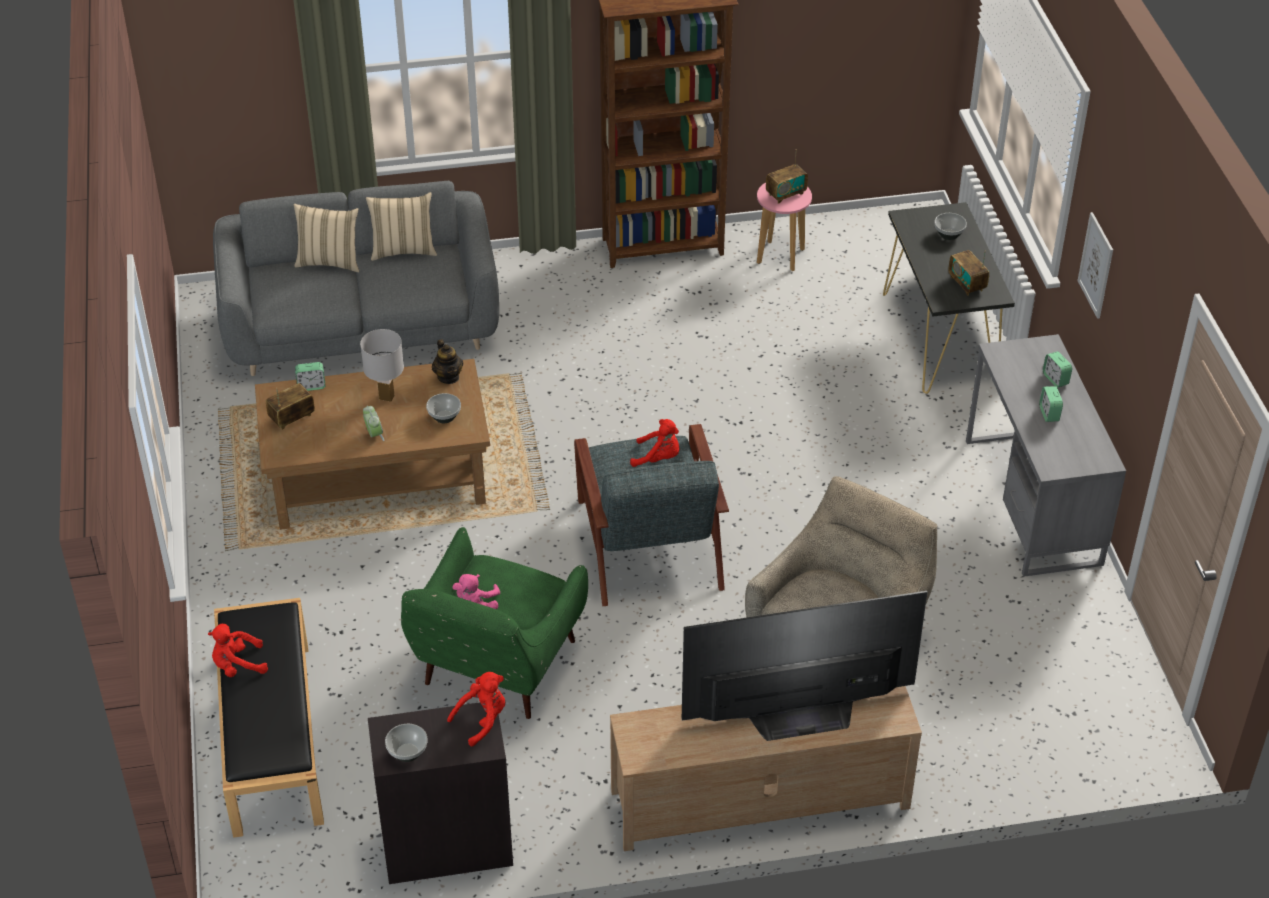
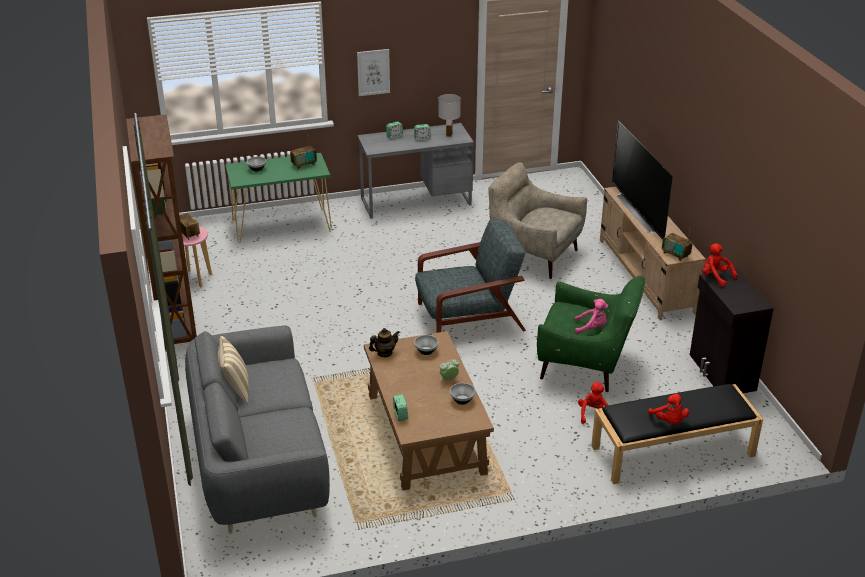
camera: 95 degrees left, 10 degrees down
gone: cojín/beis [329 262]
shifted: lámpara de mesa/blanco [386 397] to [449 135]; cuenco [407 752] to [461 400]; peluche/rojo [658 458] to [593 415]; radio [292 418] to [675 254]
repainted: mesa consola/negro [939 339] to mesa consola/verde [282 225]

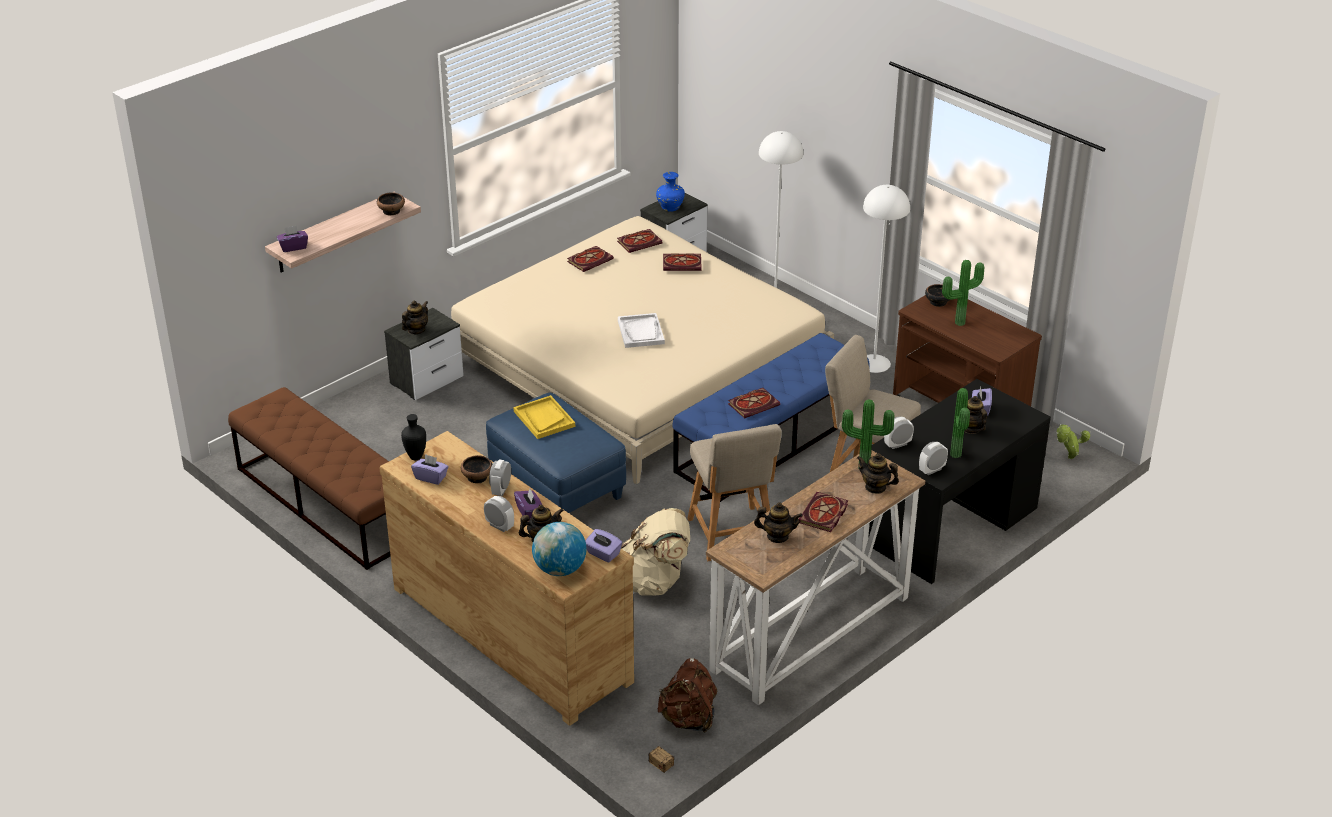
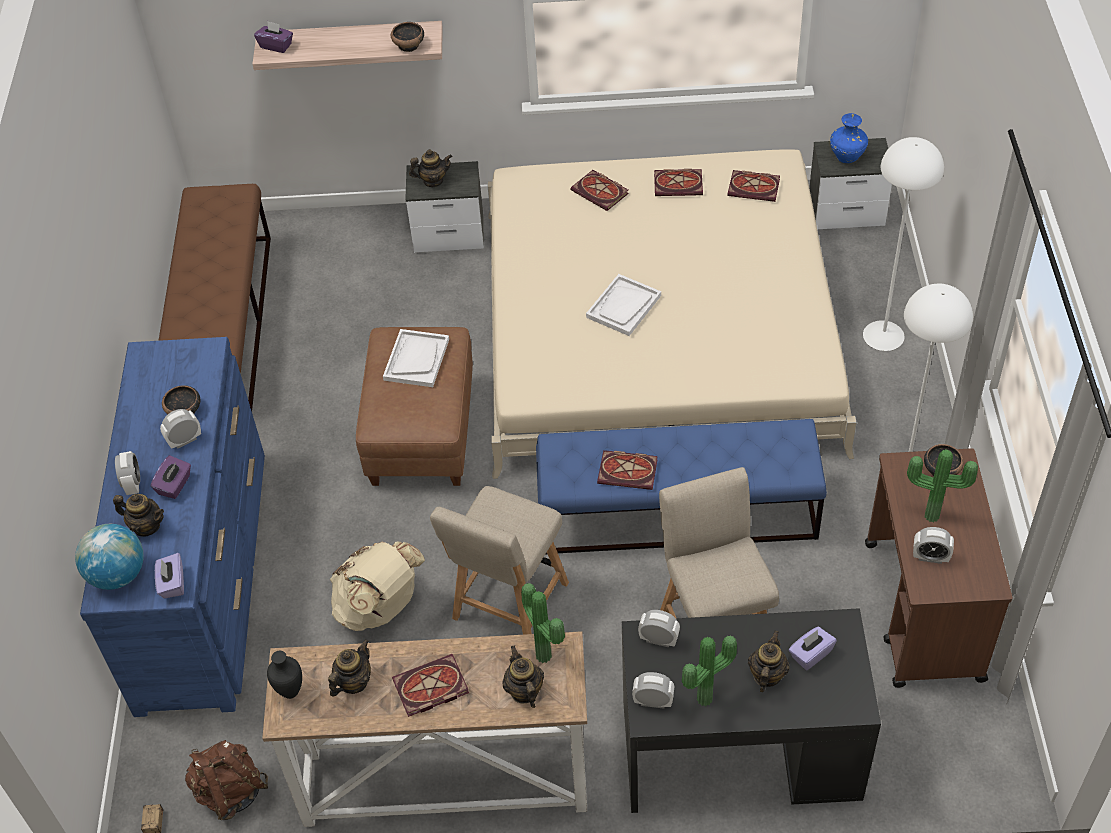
camera: 45 degrees right, 15 degrees up
gone: caja de pañuelos/morado [431 477]; planta en maceta [1068 458]
new: despertador [930 557]
shifted: florero/negro [415 457] to [289 692]; libro [683 264] to [601 192]
repainted: cómoda/marrón [511 633] to cómoda/azul [203 575]; puf/azul [556 486] to puf/marrón [421 432]; bandeja/amarillo [544 419] to bandeja/blanco [416 359]
rotated: tetera [777 536] = [353 682] 105 degrees counterclockwise

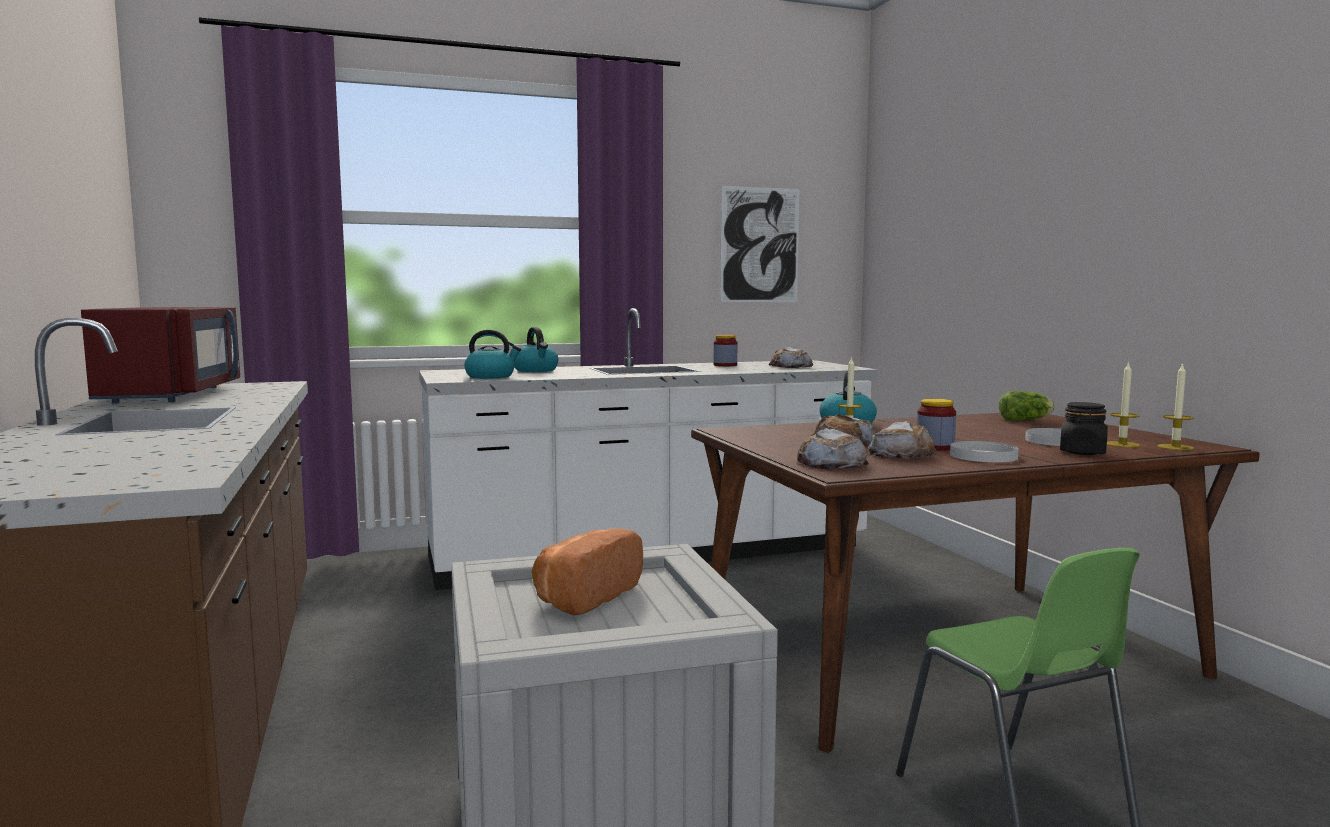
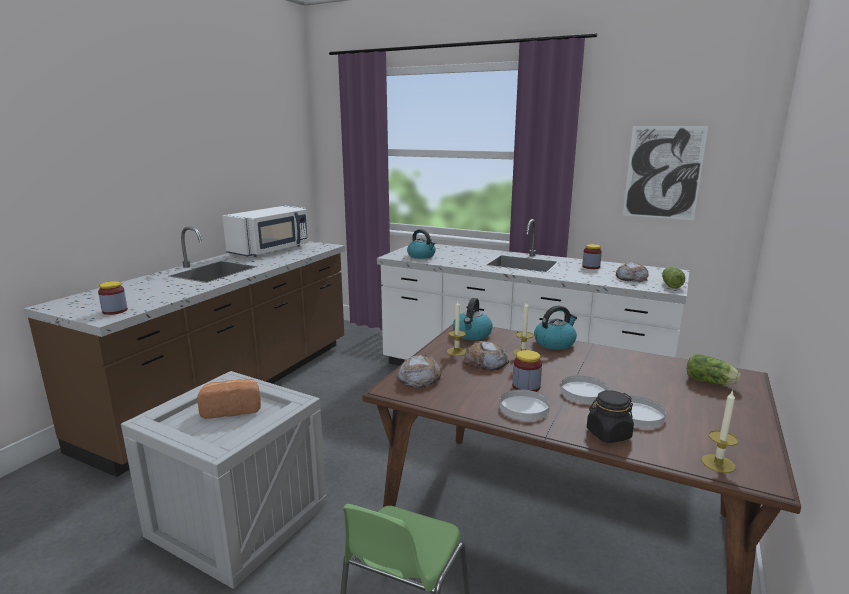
camera: 45 degrees right, 10 degrees up
gone: pan [901 454]
new: tarro [115 311]; plato/blanco [584 392]; lechuga [670 284]
shifted: vela [1122 444] to [456 351]; hervidor [536 370] to [472 335]
repainted: microondas/rojo [175 395] to microondas/blanco [271 250]

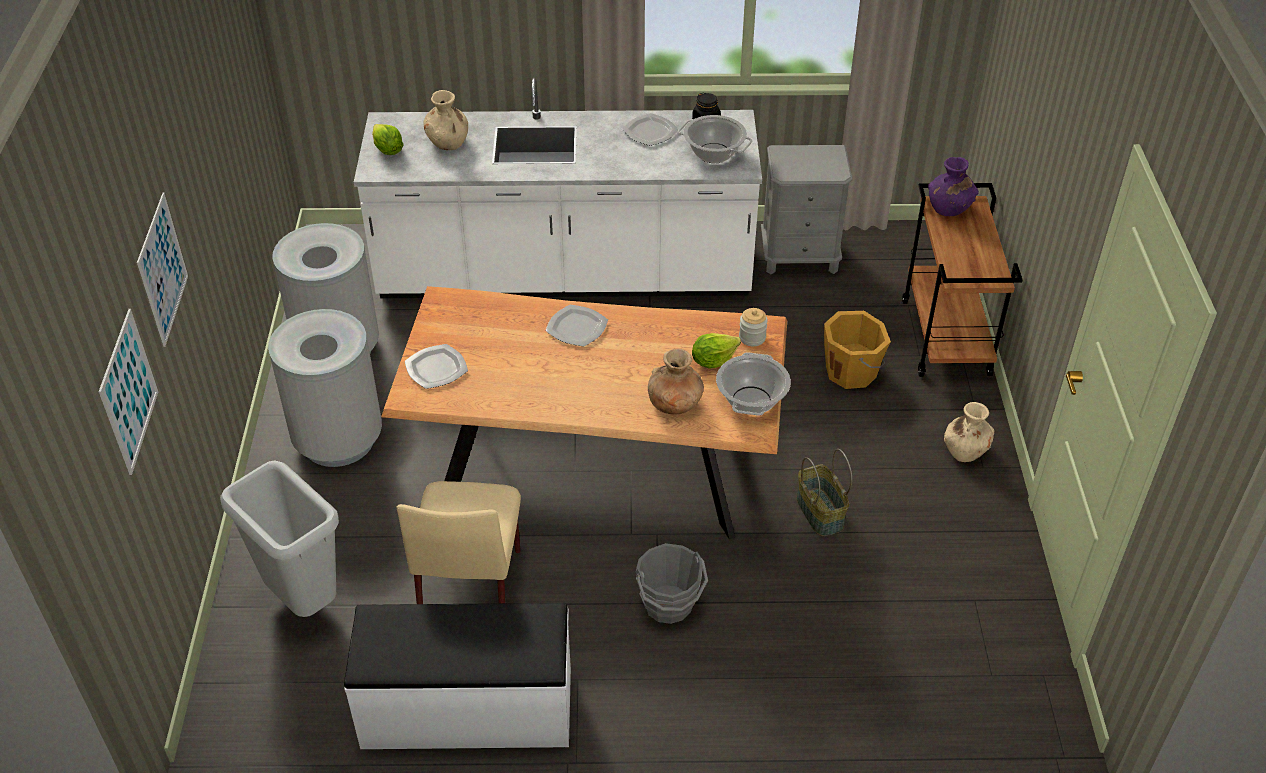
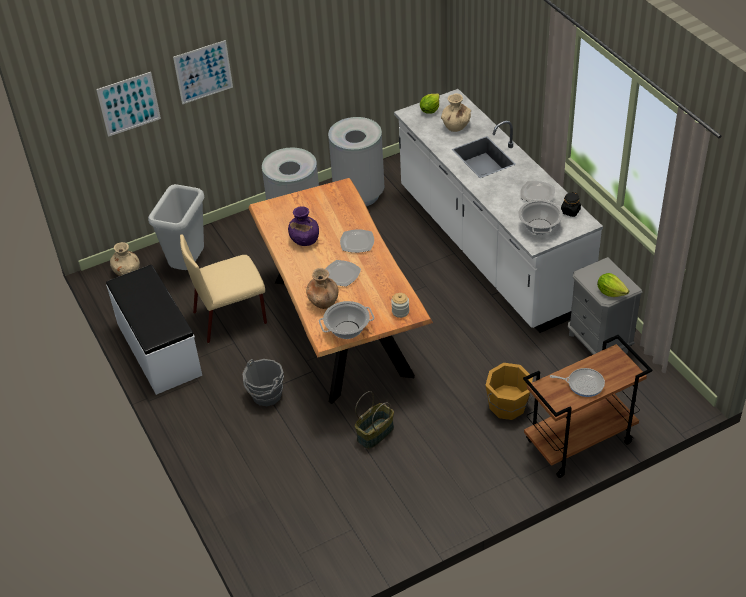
camera: 65 degrees right, 0 degrees up
new: sartén [583 384]
shifted: florero/beis [965 450] to [127 271]; florero/morado [948 209] to [304 240]; plato [436 369] to [341 274]; lechuga [713 360] to [610 292]

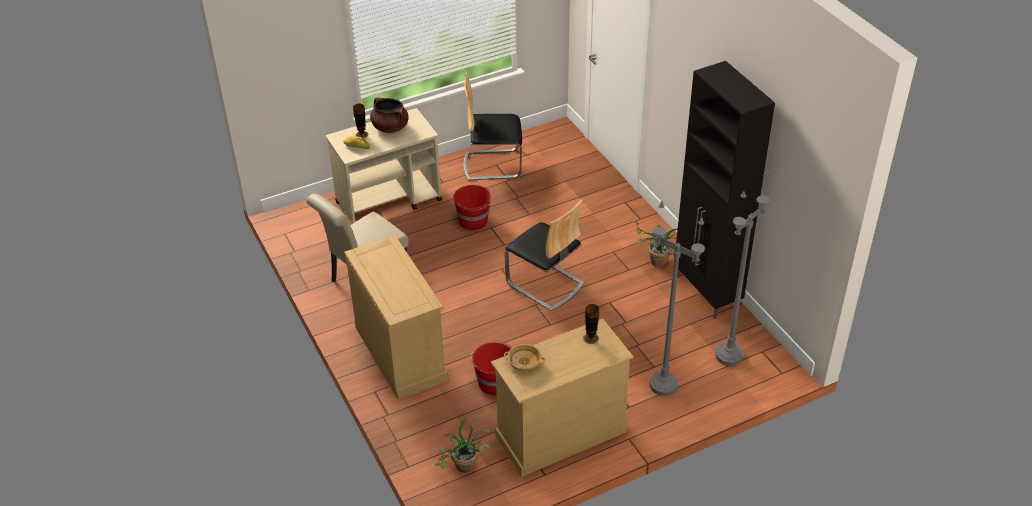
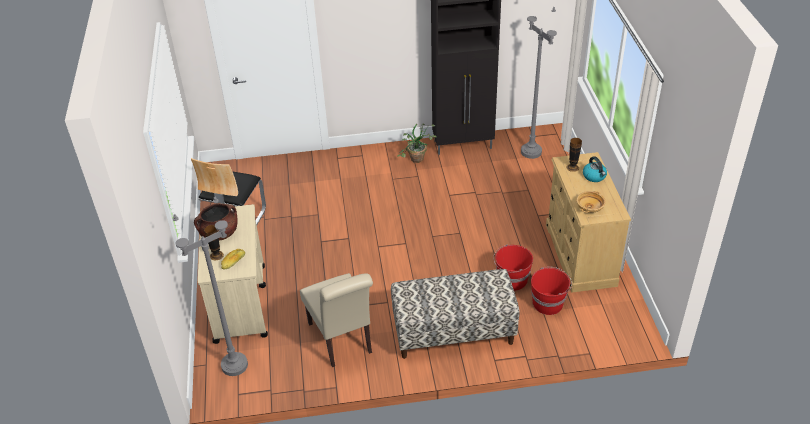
camera: 70 degrees left, 0 degrees up
gone: planta en maceta [463 469]; silla [545 284]
new: hervidor [594 176]
shifted: lámpara de pie/gris [663 385] to [234 365]; cubo/rojo [473 221] to [548 303]
swapped: cómoda/beis [401 353] to banco [453 333]

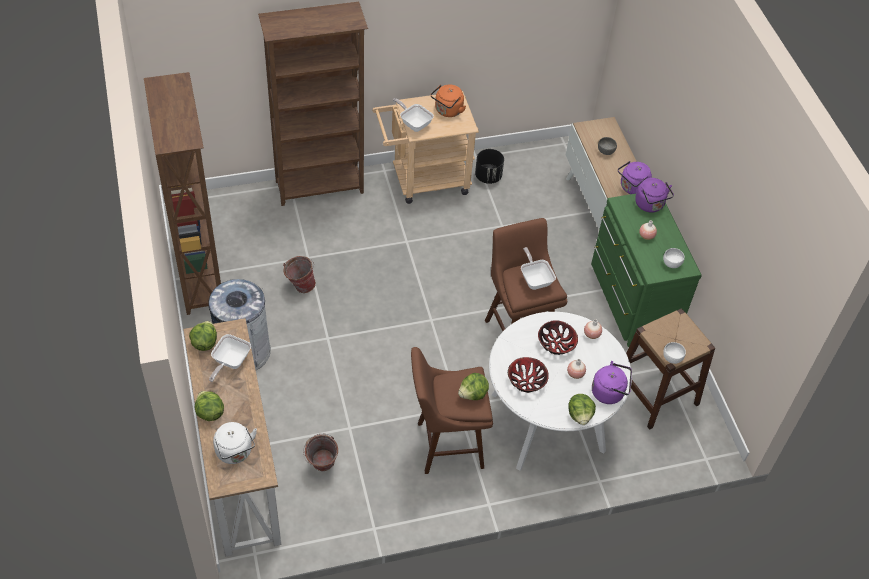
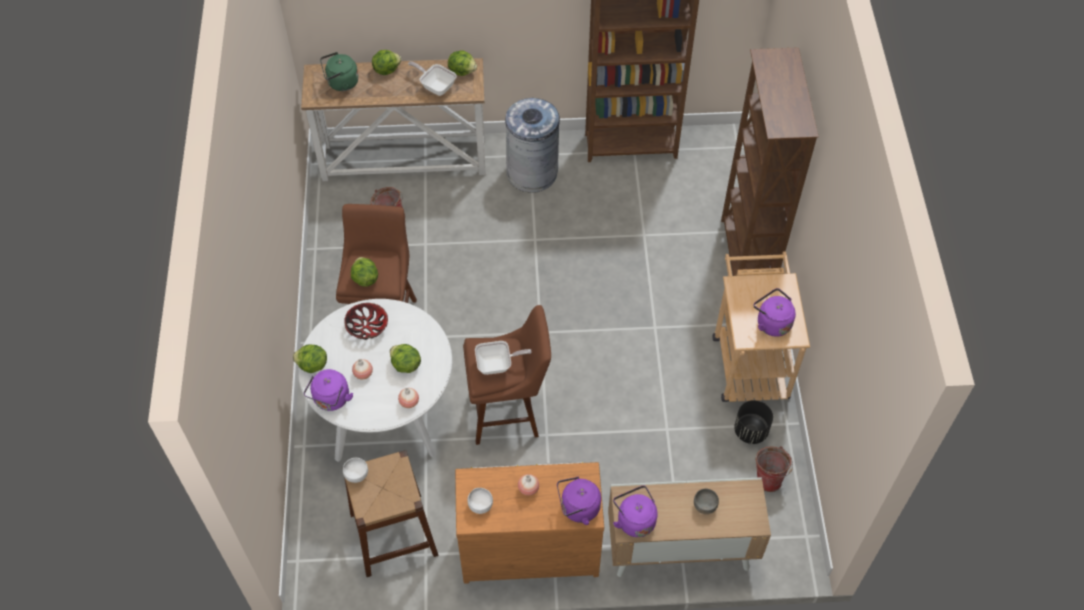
camera: 105 degrees right, 5 degrees up
gone: sartén [414 123]
shifted: cubo [300 286] to [769 477]
swapped: cuenco [556 344] to lechuga [405 365]
repainted: hervidor/blanco [235 453] to hervidor/verde [341 83]; cómoda/verde [631 301] to cómoda/marrón [528 545]; hervidor/naranja [447 111] to hervidor/morado [771 322]

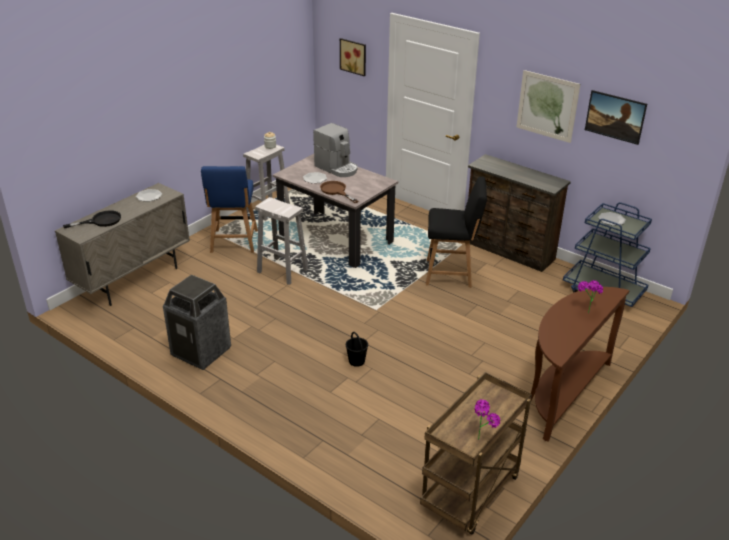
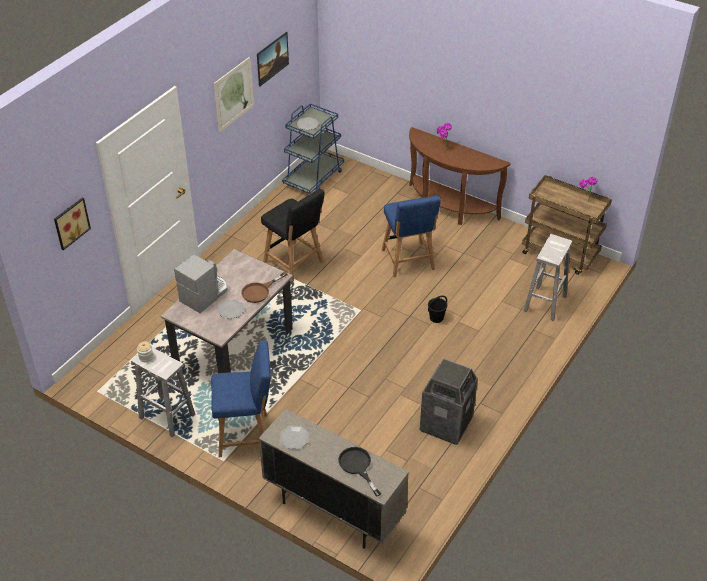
camera: 95 degrees left, 10 degrees up
gone: cómoda/marrón [509 251]
new: silla/azul [408 261]
shifted: taburete/blanco [281 271] to [545 304]
rotated: silla/negro [451 273] = [295 263] 135 degrees clockwise

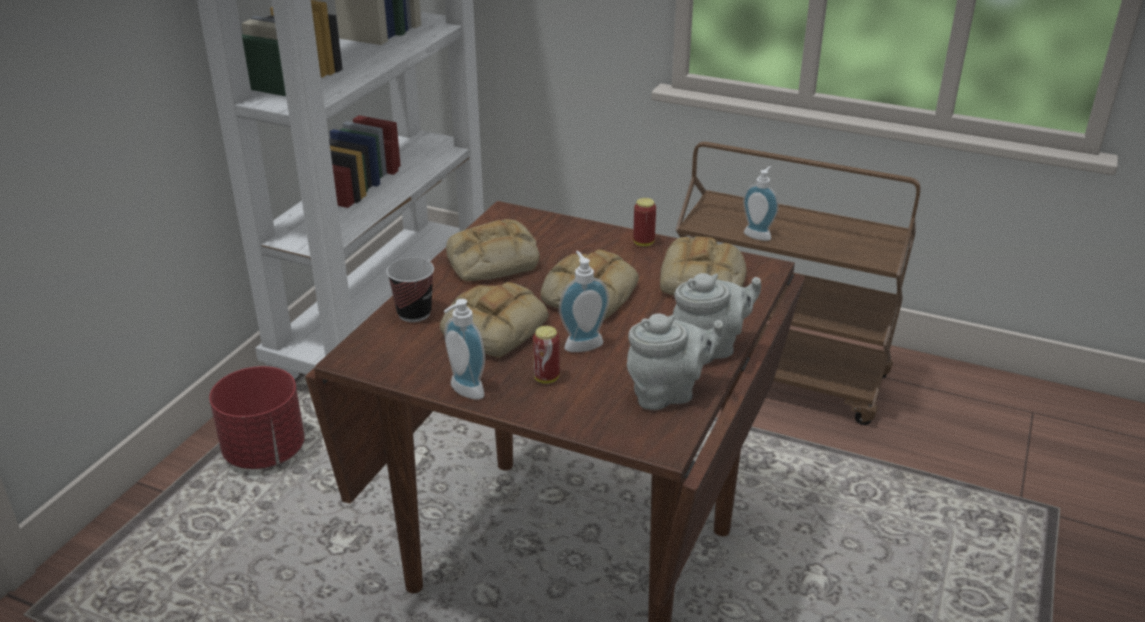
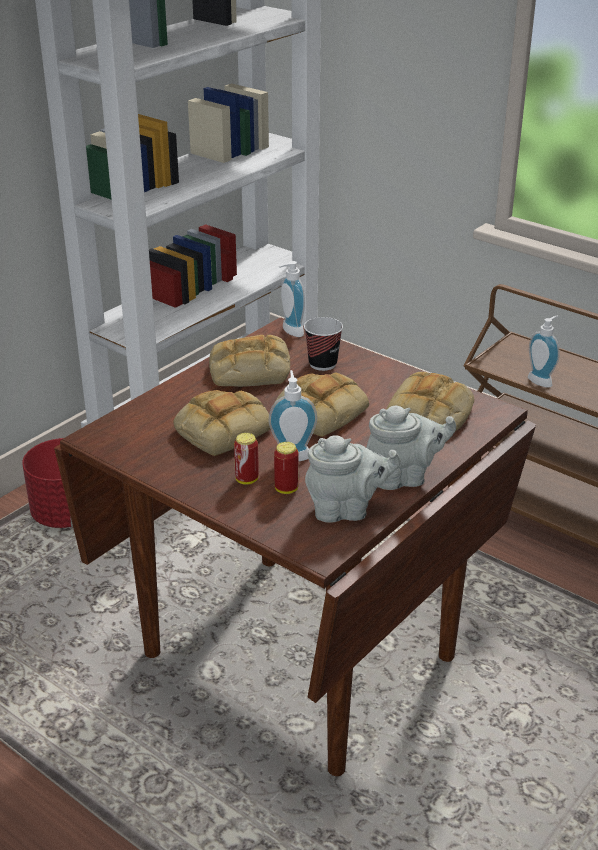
camera: 15 degrees right, 0 degrees up
shifted: lata [643 243] to [286 489]; dispensador de jabón [463 392] to [290 332]; taza [414 313] to [322 364]

